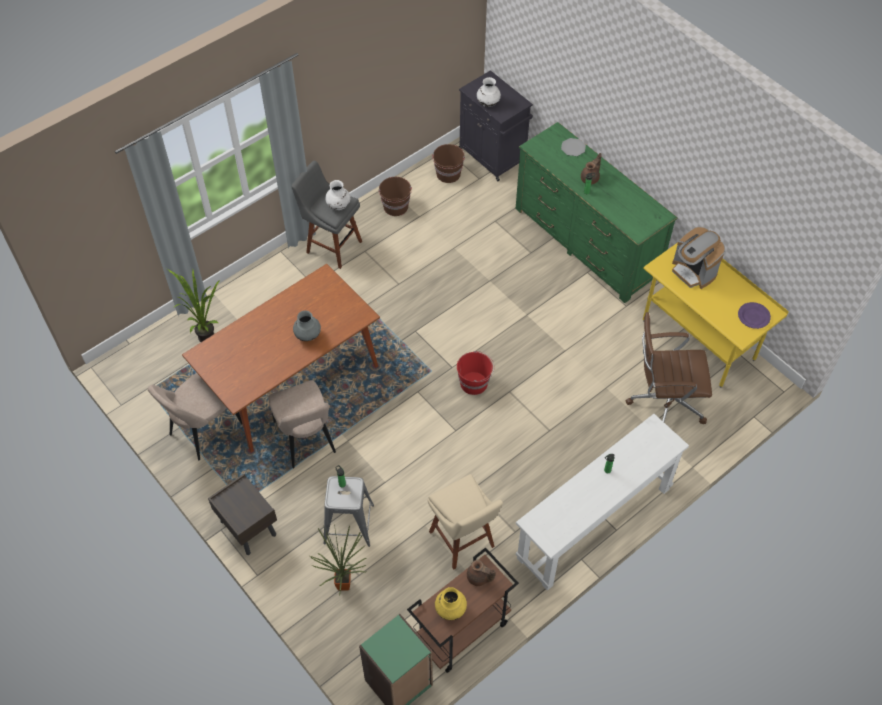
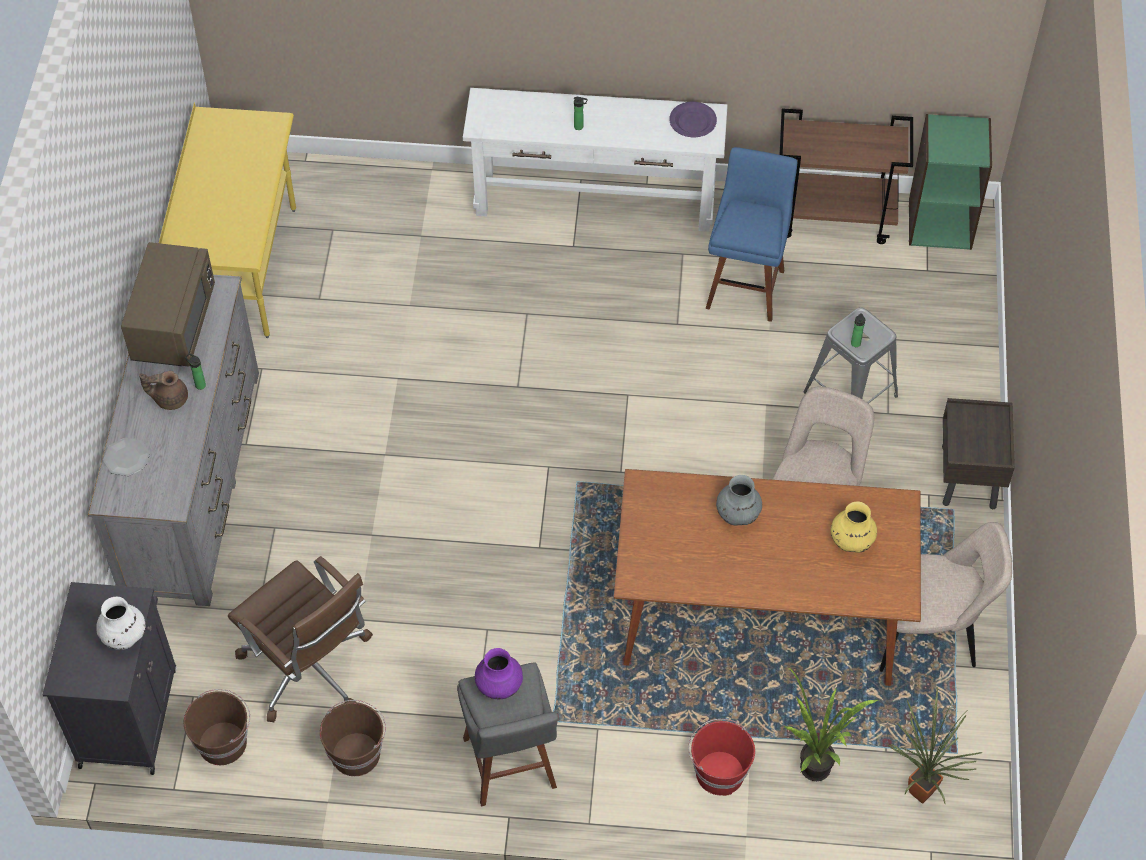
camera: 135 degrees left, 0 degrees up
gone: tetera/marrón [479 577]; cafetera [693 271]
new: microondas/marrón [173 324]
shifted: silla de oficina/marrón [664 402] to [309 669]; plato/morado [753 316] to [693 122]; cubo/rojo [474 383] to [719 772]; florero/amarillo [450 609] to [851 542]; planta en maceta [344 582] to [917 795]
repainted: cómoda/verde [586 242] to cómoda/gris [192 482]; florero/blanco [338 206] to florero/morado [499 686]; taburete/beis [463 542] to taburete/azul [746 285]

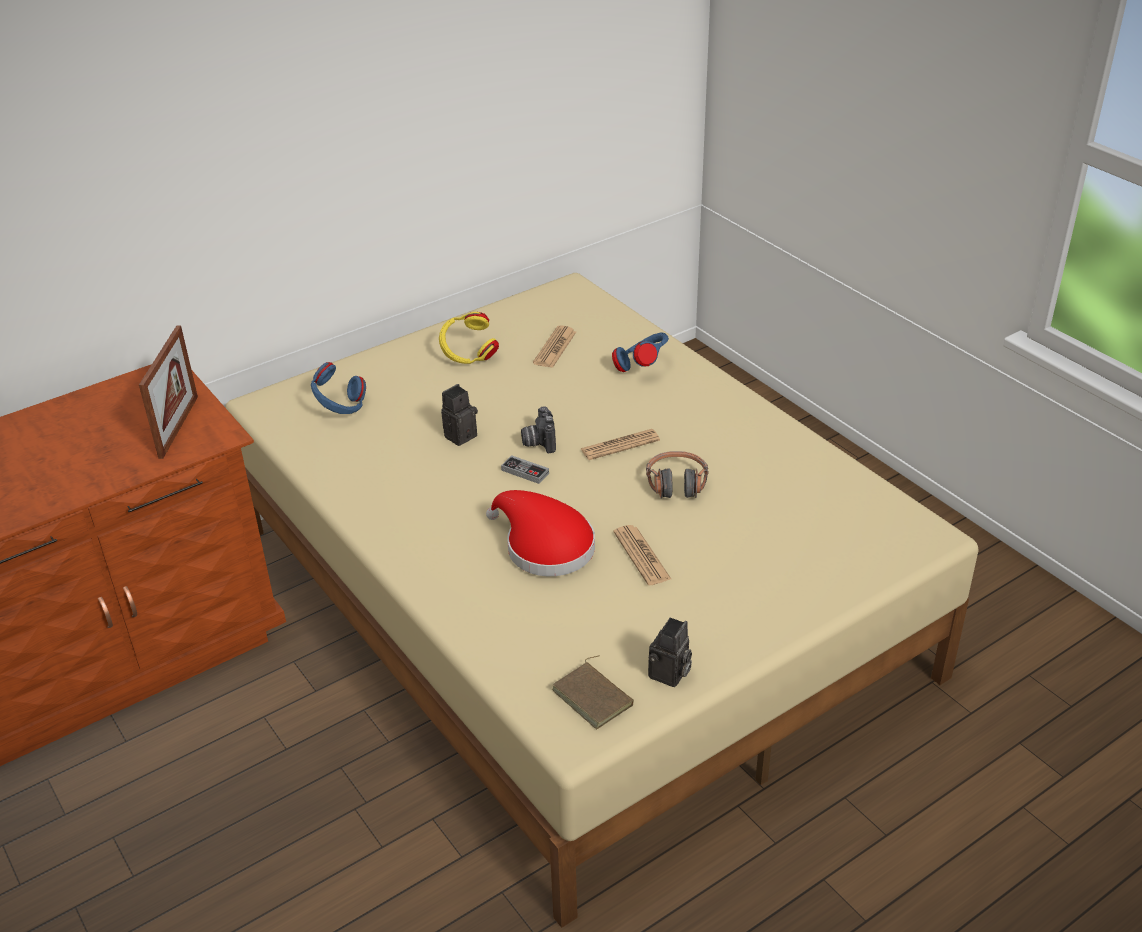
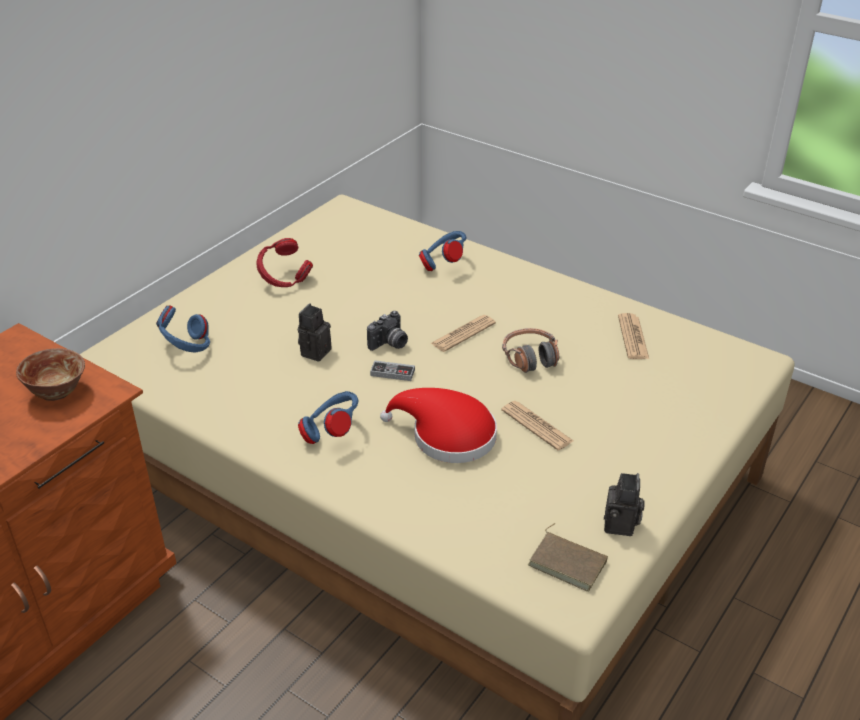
camera: 20 degrees left, 0 degrees up
new: auriculares/azul [332 432]
shifted: periódico [555 348] to [633 337]
swapped: portarretratos [178 426] to cuenco [57 392]
repainted: auriculares/amarillo [468 356] to auriculares/rojo [284 280]
rotated: cámara [538 442] = [389 344] 105 degrees counterclockwise

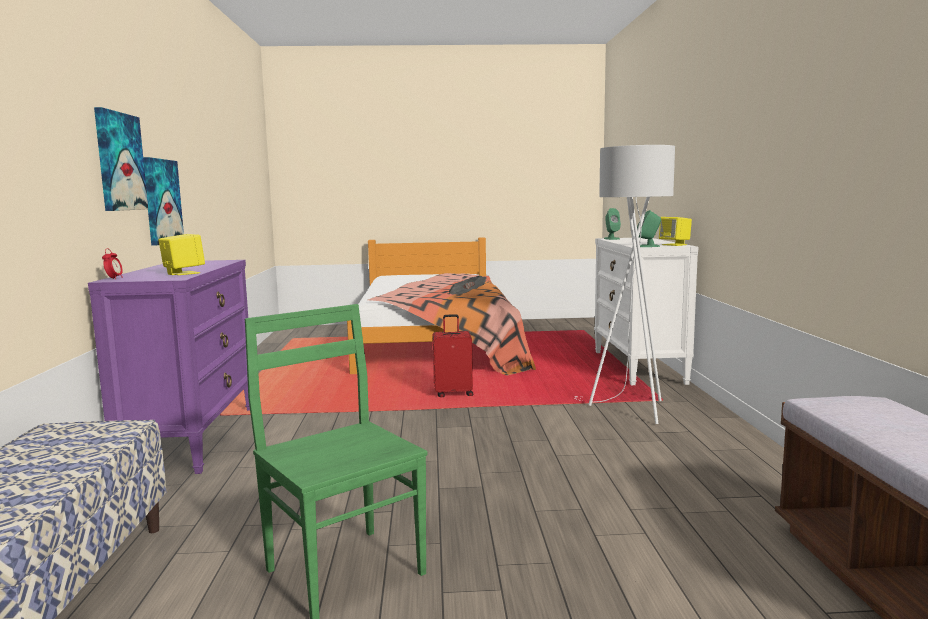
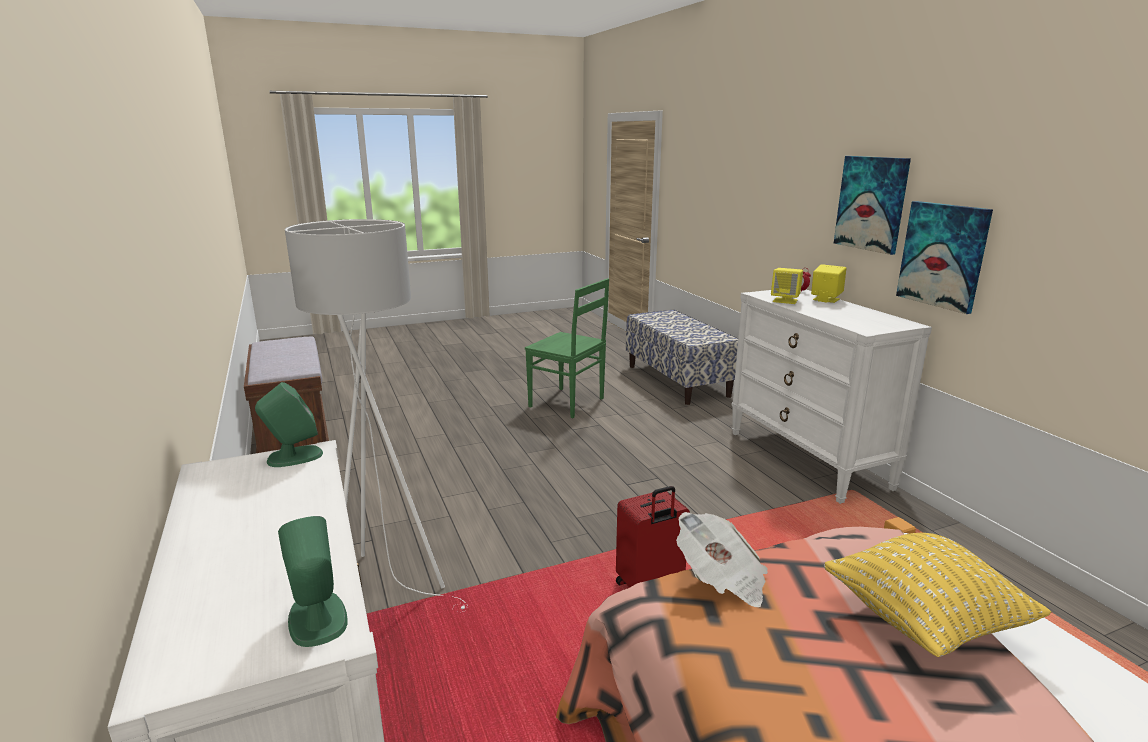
camera: 160 degrees right, 10 degrees up
new: cojín/amarillo [923 621]
shifted: altavoz/amarillo [675 245] to [825 299]
repainted: cómoda/morado [193 438] to cómoda/blanco [808 459]

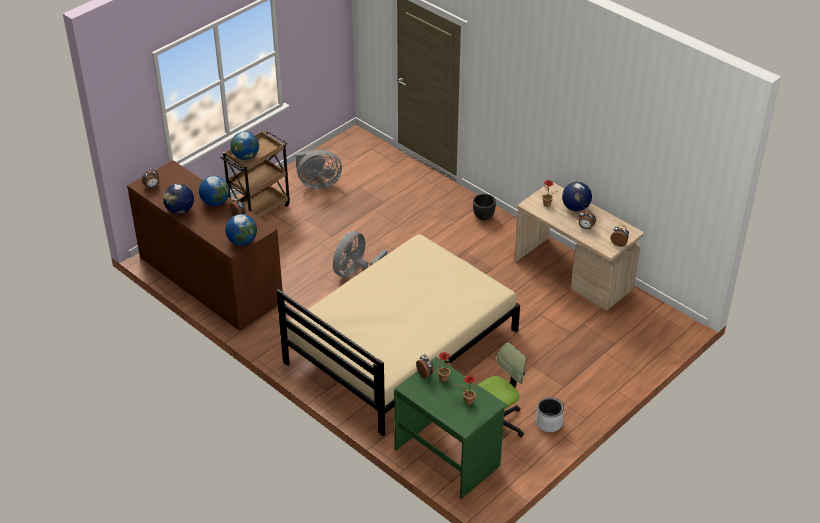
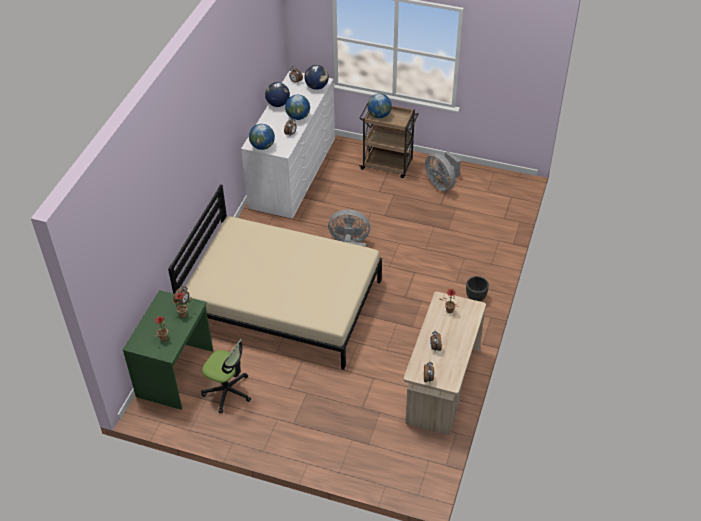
camera: 65 degrees right, 5 degrees up
gone: maceta/gris [548 423]
shifted: globo terráqueo [575 208] to [317 87]
repainted: cómoda/marrón [210 279] to cómoda/blanco [293 172]

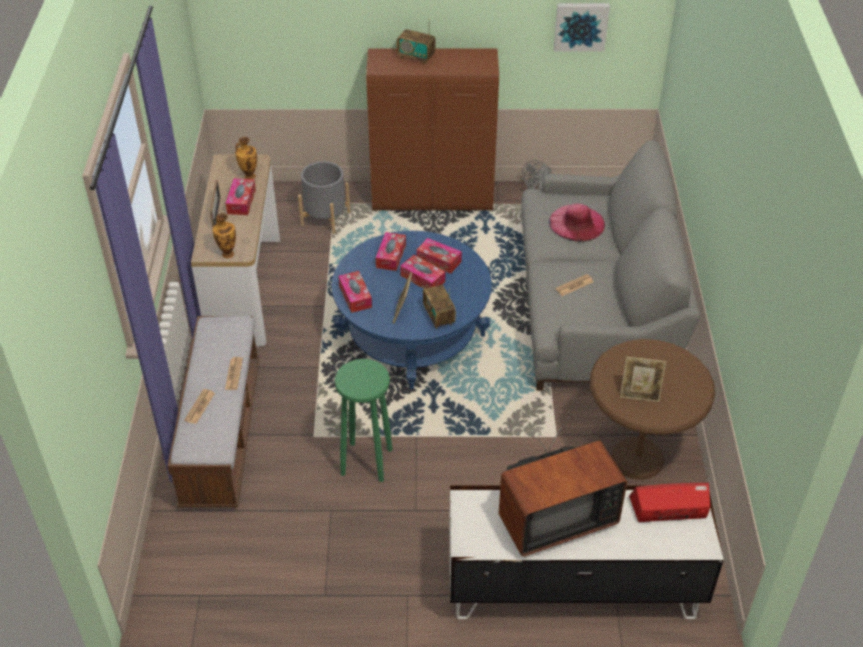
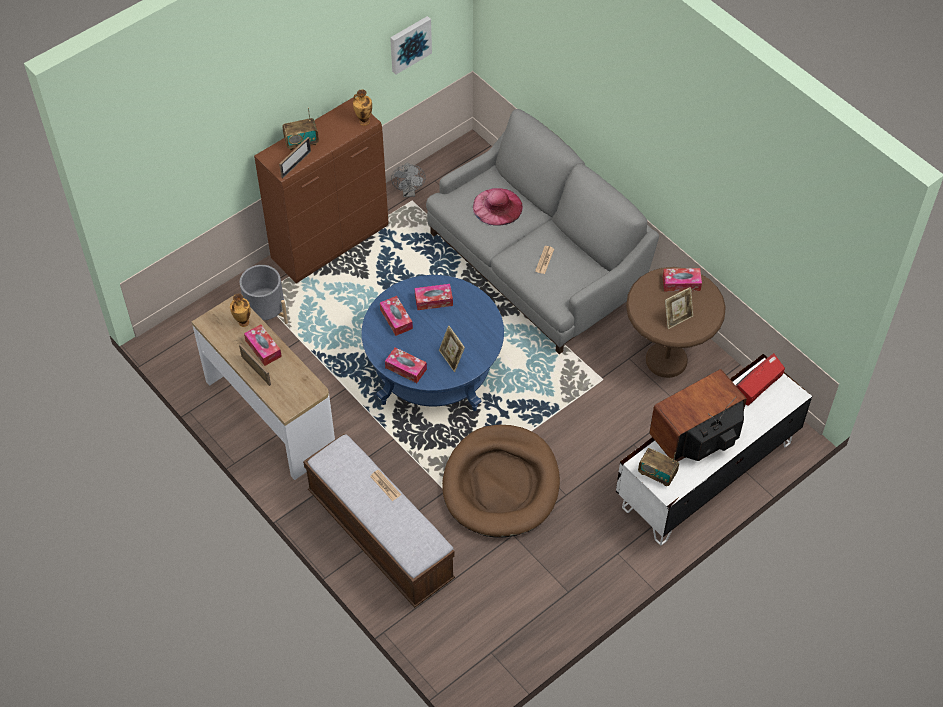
camera: 40 degrees left, 10 degrees up
gone: periódico [199 407]
new: portarretratos [296 164]
shifted: florero [227 253] to [363 121]; radio [439 316] to [657 474]; caja de pañuelos [422 278] to [681 283]
swapped: taburete/verde [367 461] to cama para perro/marrón [501 484]
rotated: televisor [553 517] = [698 438] 150 degrees counterclockwise

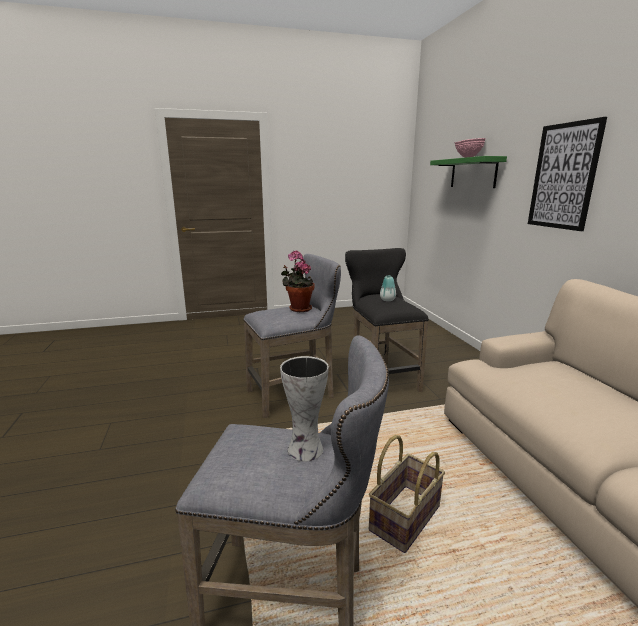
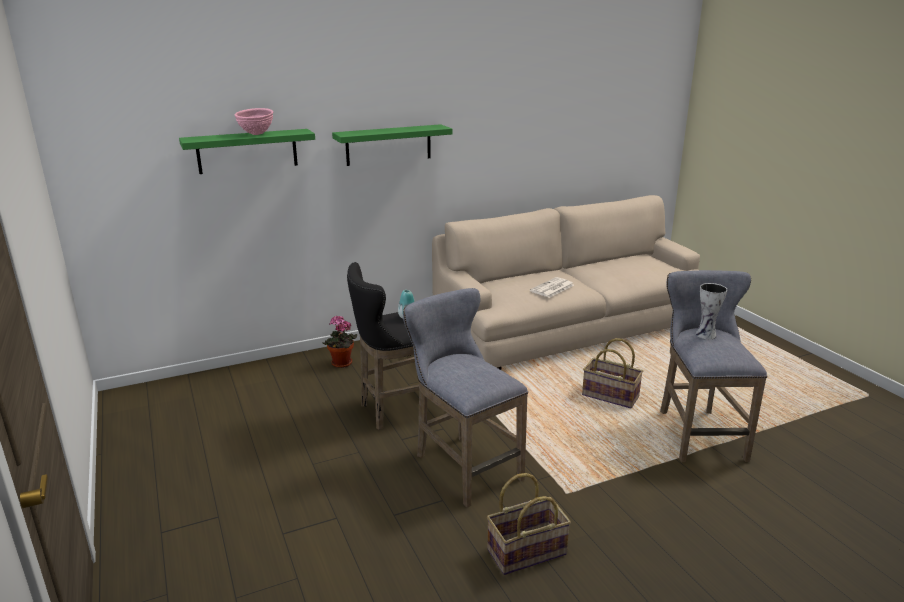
camera: 100 degrees left, 5 degrees up
new: cesta [526 551]; periódico [552 288]
shifted: planta en maceta [298 309] to [341 364]
swapped: cuadro [563 176] to estante/verde [388 145]

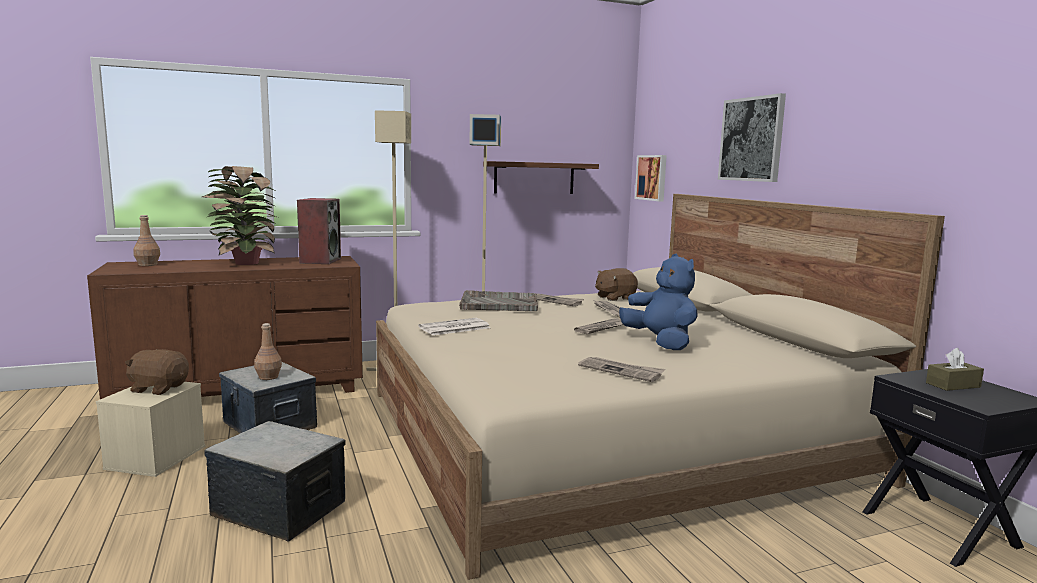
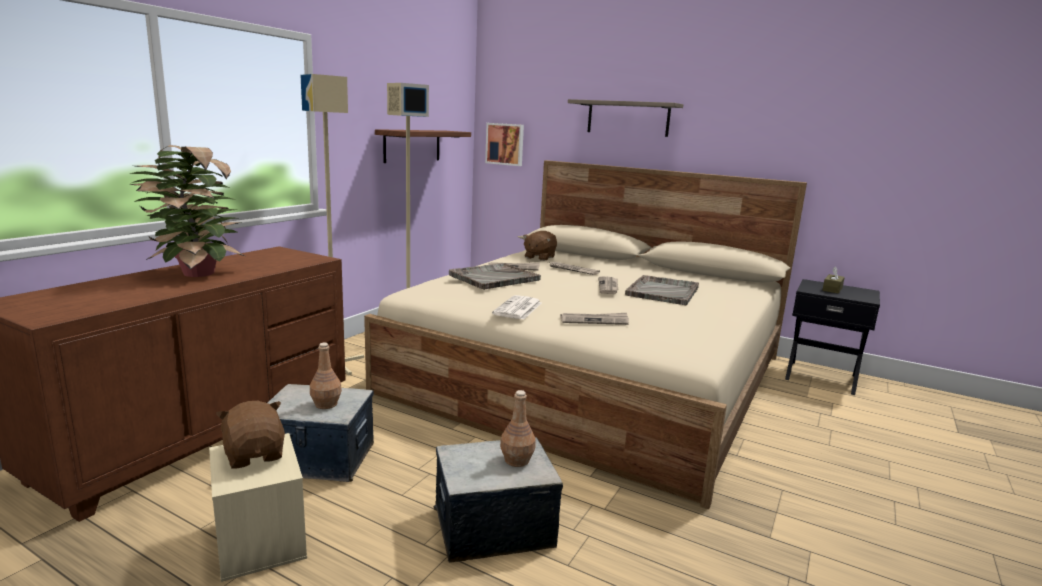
camera: 40 degrees left, 5 degrees up
gone: altavoz [320 260]
shifted: botella/marrón [148 265] to [517 460]; periódico [621 371] to [594 320]
swapped: cuadro [751 139] to estante [628 118]; peluche/azul [660 343] to bandeja/gris [663 291]
rotated: peluche/marrón [158 388] = [255 455] 90 degrees clockwise

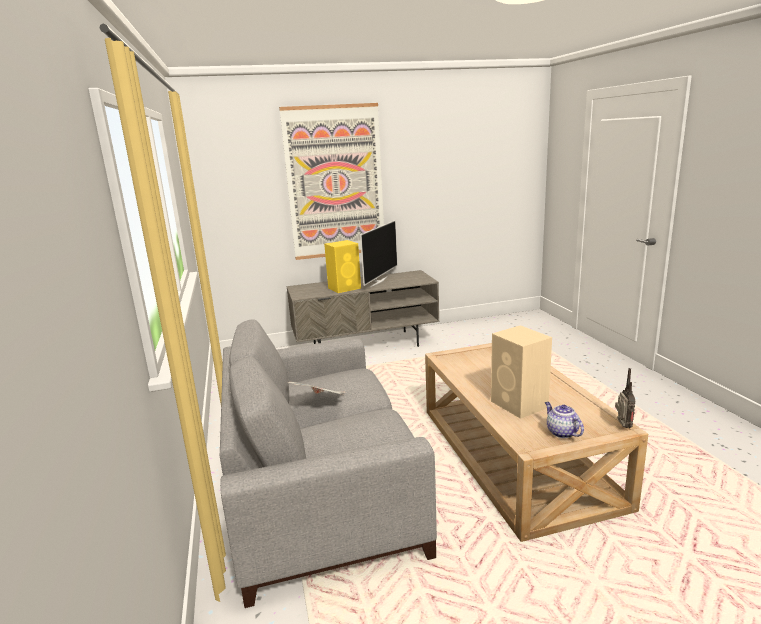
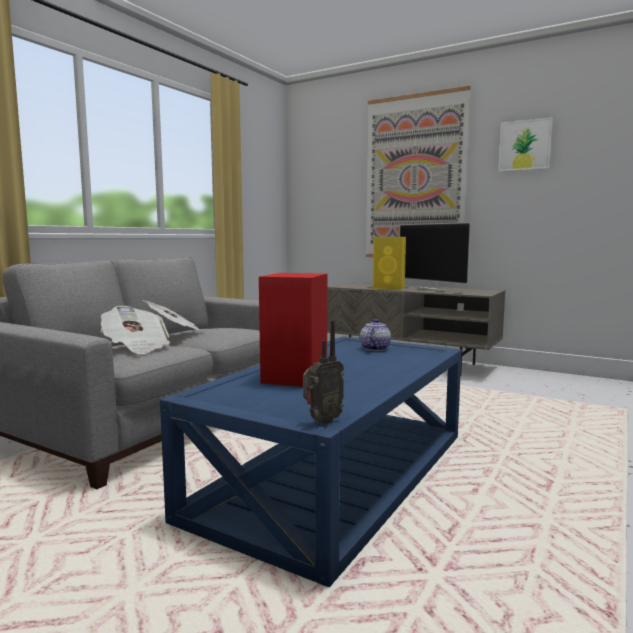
camera: 45 degrees right, 10 degrees down
new: periódico [136 347]; cuadro [525 145]
shifted: tetera [561 432] to [374 348]
repainted: mesa de centro/beis [513 455] to mesa de centro/azul [335 473]; altavoz/beis [520 405] to altavoz/rojo [294 378]
rotated: televisor [378 281] = [433 289] 75 degrees clockwise

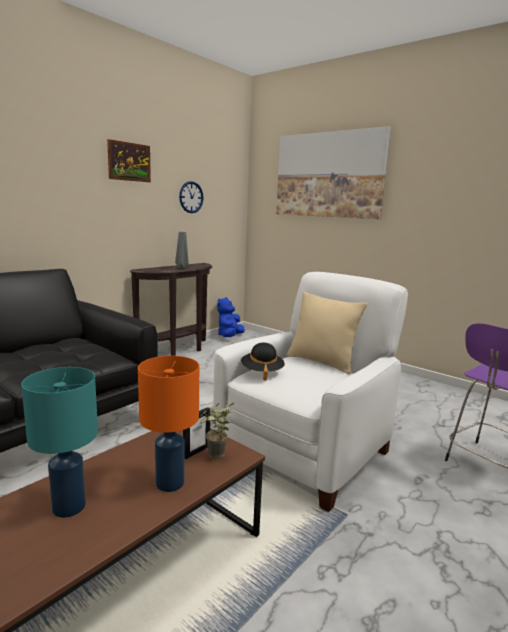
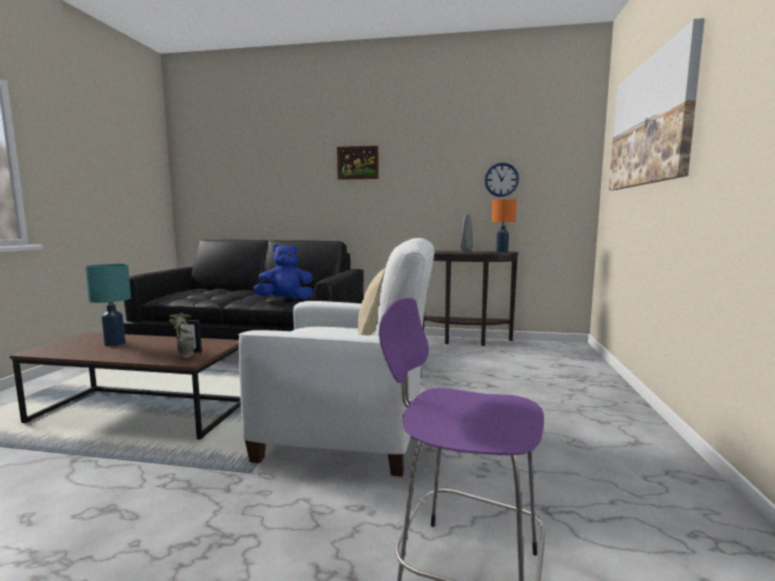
camera: 60 degrees right, 5 degrees down
gone: sombrero/negro [262 372]
shifted: peluche/azul [229 336] to [285 300]; cuadro [129 161] to [357 162]; lámpara de mesa/naranja [169 482] to [502 251]

